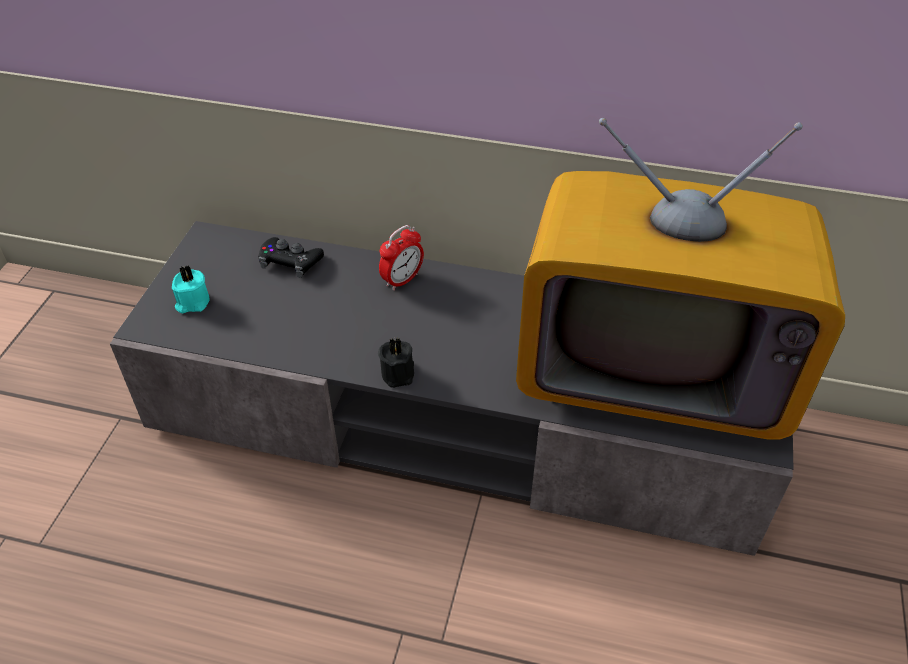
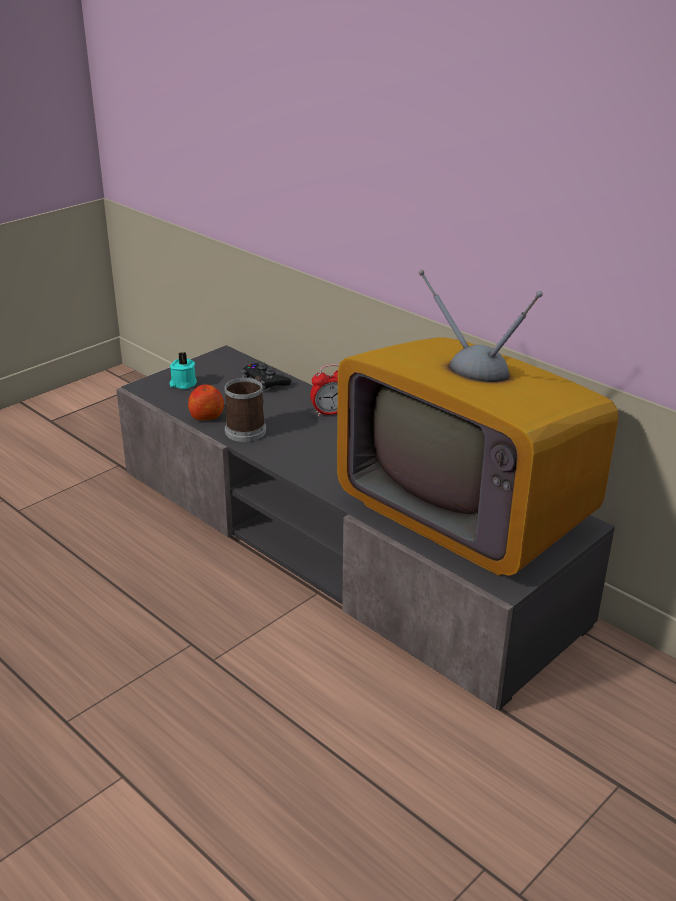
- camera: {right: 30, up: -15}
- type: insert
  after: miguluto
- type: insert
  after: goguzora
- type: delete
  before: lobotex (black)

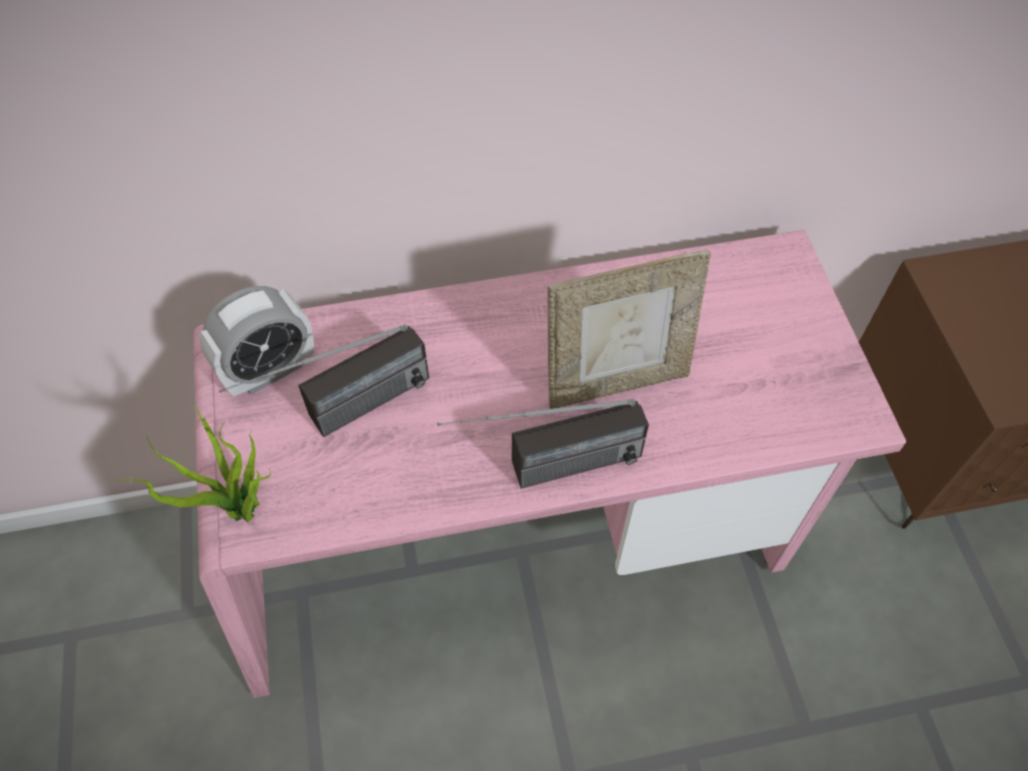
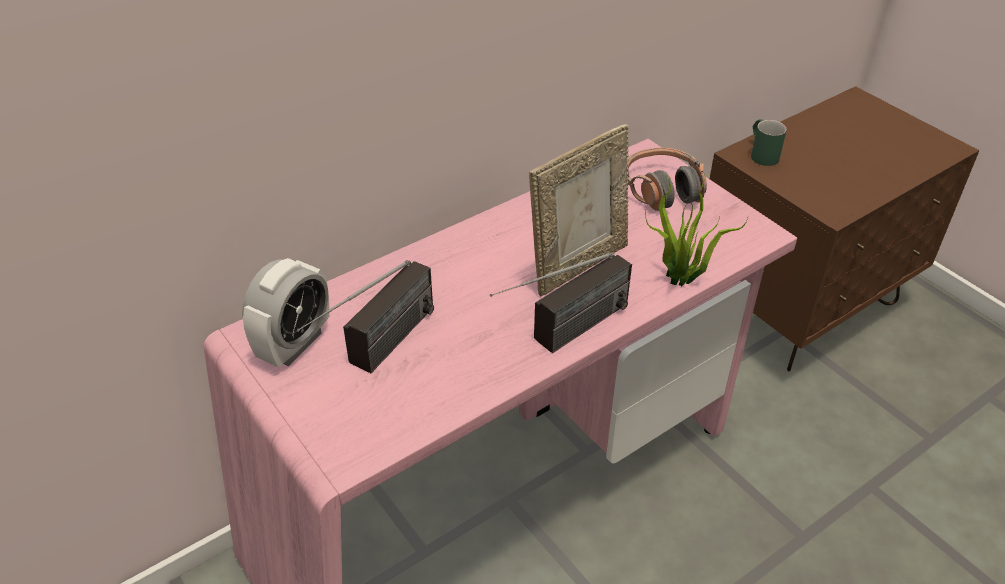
- camera: {right: -25, up: -15}
- type: insert
  after: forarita
- type: move
  before: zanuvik
- type: insert
  after: goguzora (green)

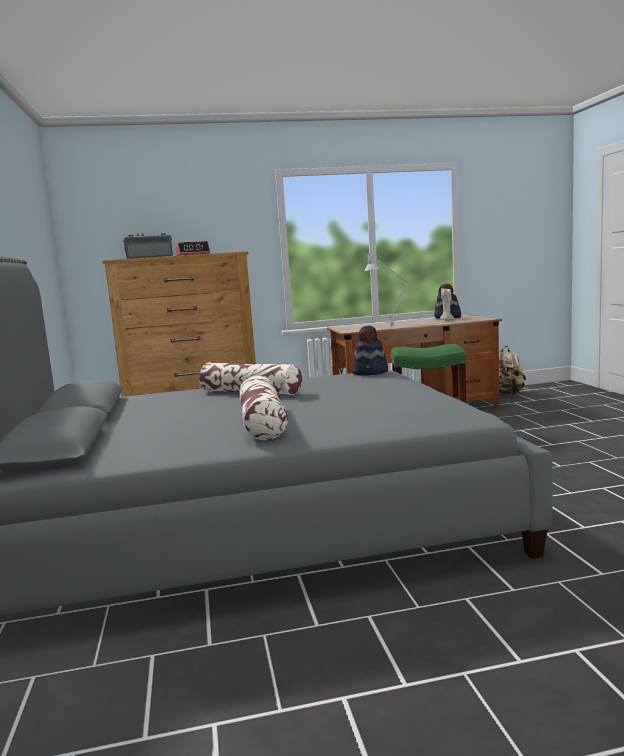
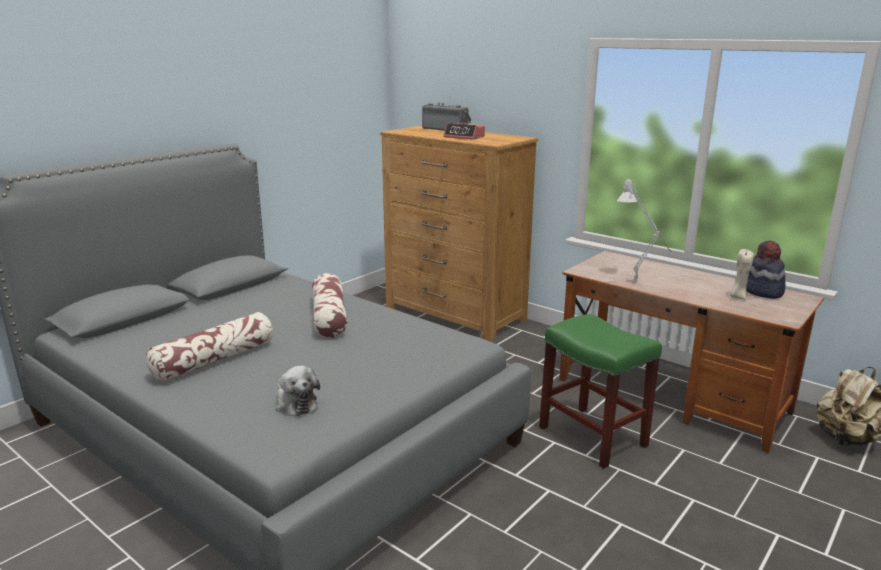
- camera: {right: 50, up: 10}
- type: insert
  after: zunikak
- type: delete
  before: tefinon (1st from left)

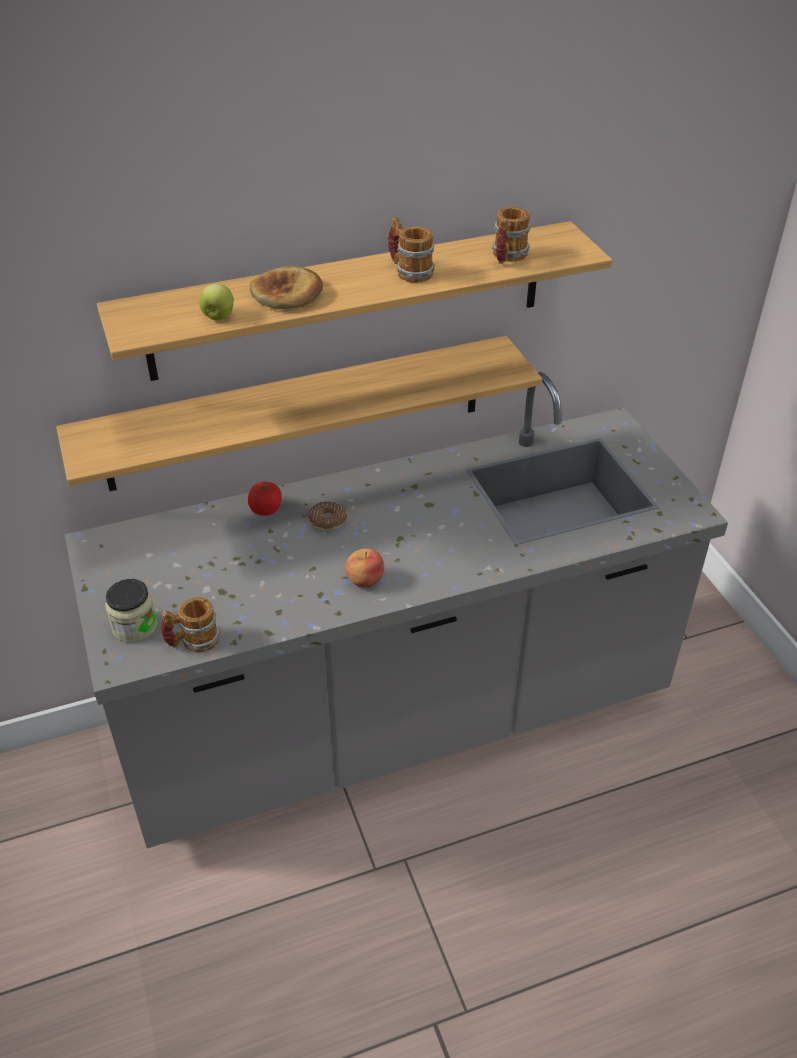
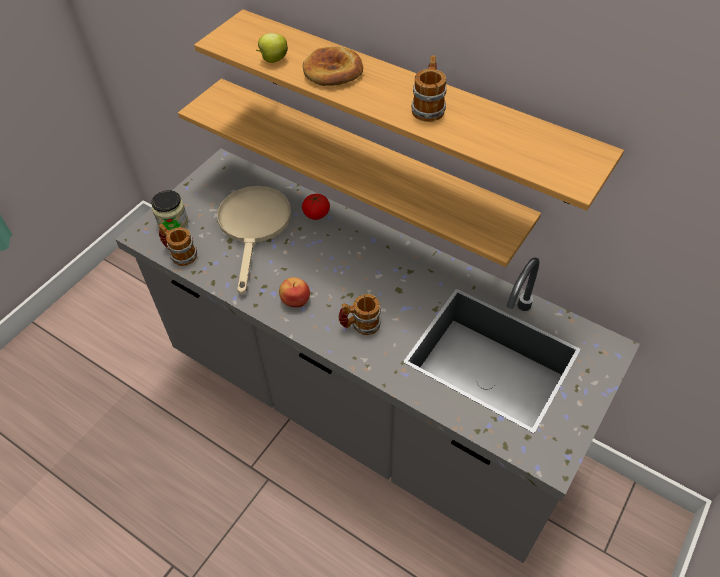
- camera: {right: 55, up: 10}
- type: insert
  after: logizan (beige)
- type: move
  before: goguzora (3rd from left in the first image)
  after: goguzora (2nd from left)
- type: delete
  before: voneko

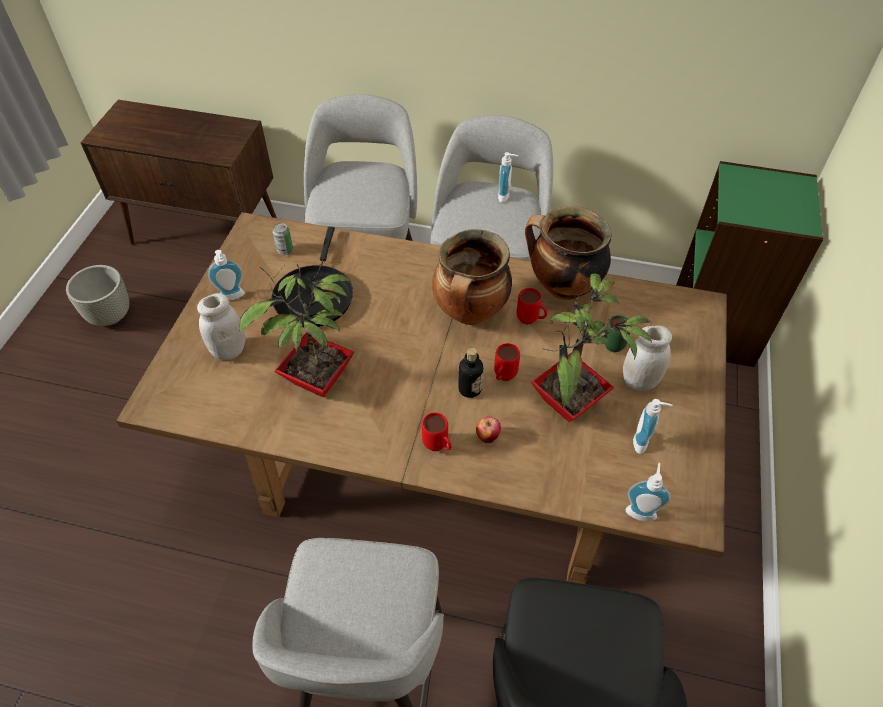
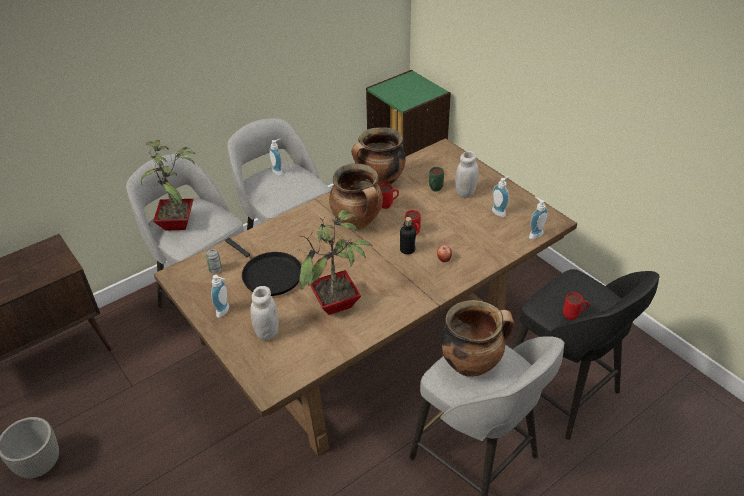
- camera: {right: -50, up: -10}
- type: move
  before: zanuvik (2nd from left in the first image)
  after: zanuvik (1st from left)
- type: insert
  after: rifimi (3rd from left)
- type: move
  before: goguzora (red) (1st from left in the first image)
  after: goguzora (red) (3rd from left)

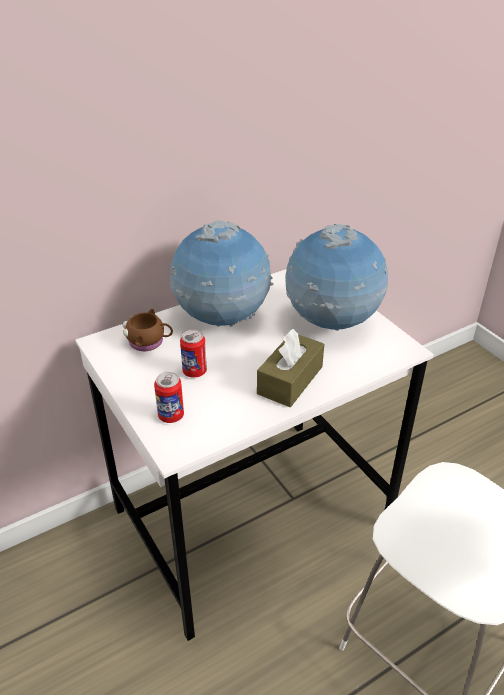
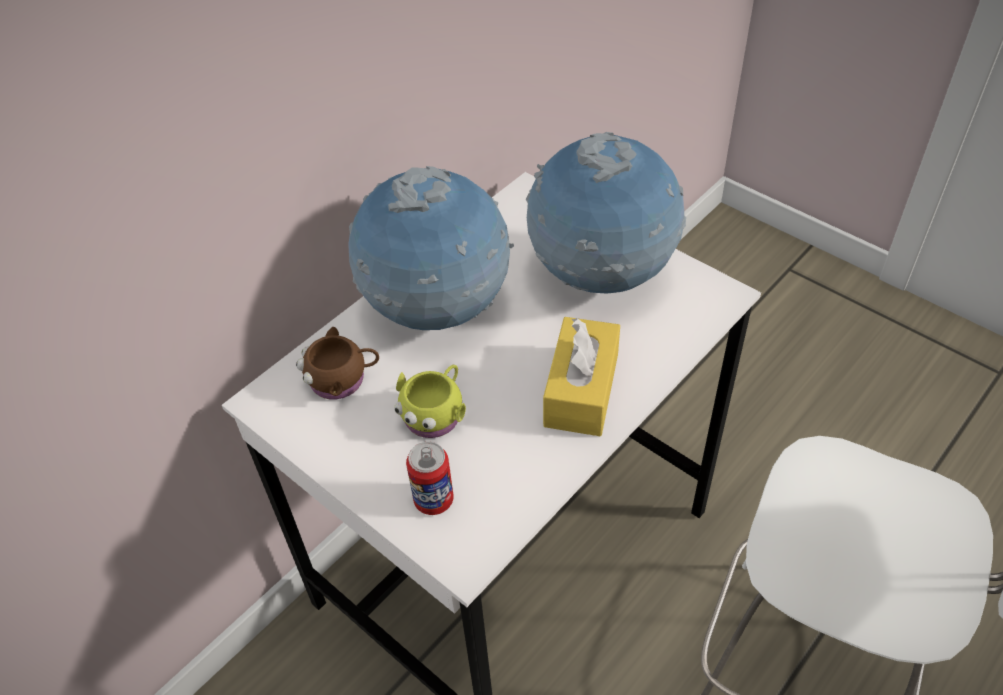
- camera: {right: -15, up: 10}
- type: replace
  before: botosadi (2nd from left)
  after: goguzora (yellow)
- type: recolor
  before: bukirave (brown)
  after: bukirave (yellow)

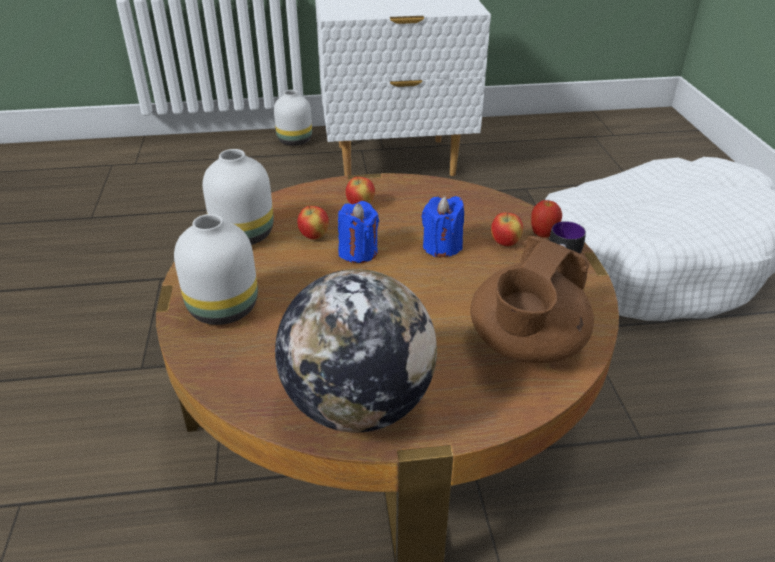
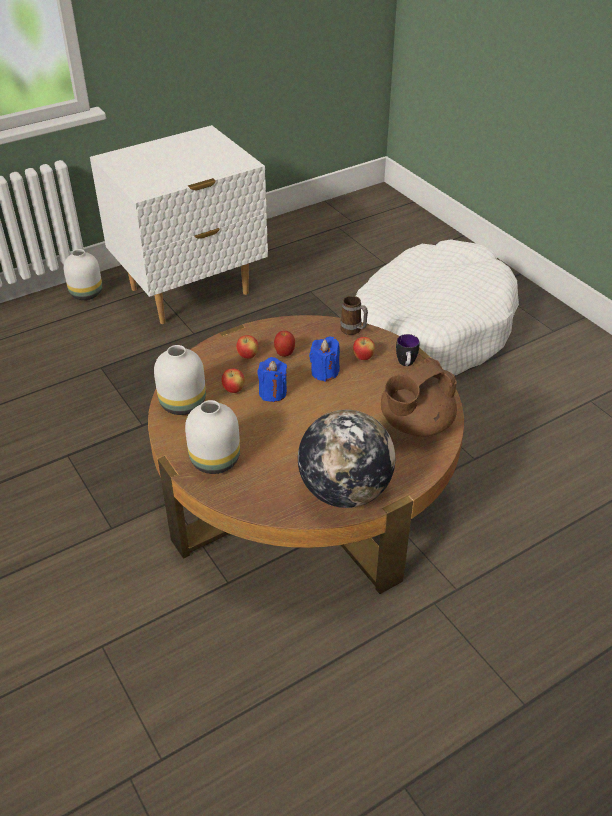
- camera: {right: -25, up: 5}
- type: move
  before: miguluto (4th from left in the first image)
  after: miguluto (3rd from left)
- type: insert
  after: goguzora (1st from left)
- type: rotate
  before: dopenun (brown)
  turn: 45

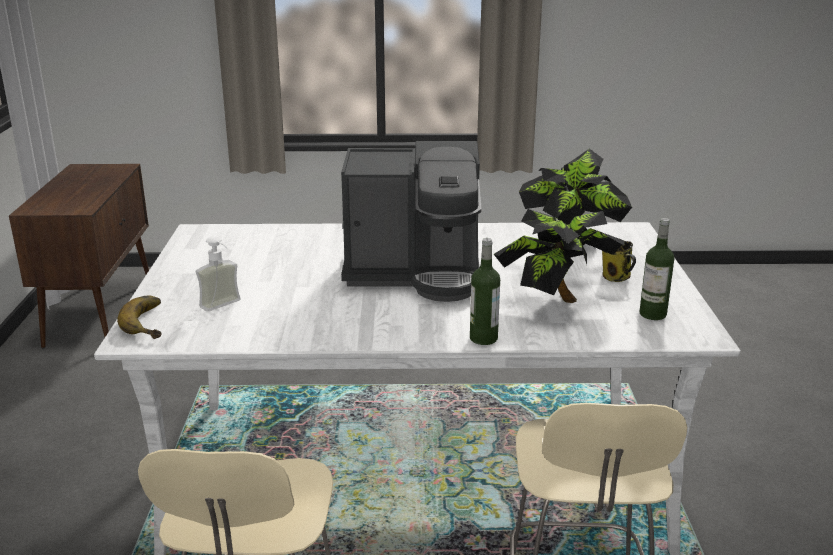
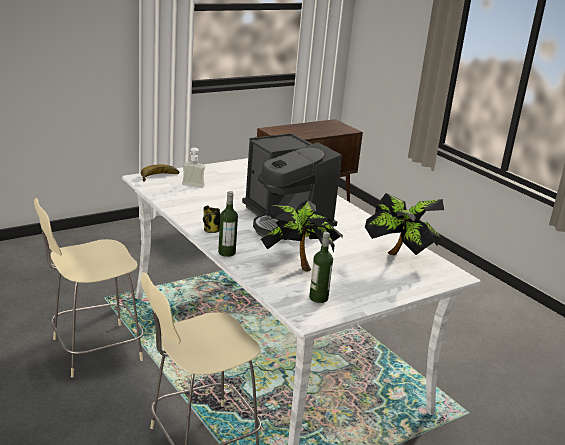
- camera: {right: 55, up: 0}
- type: move
  before: goguzora

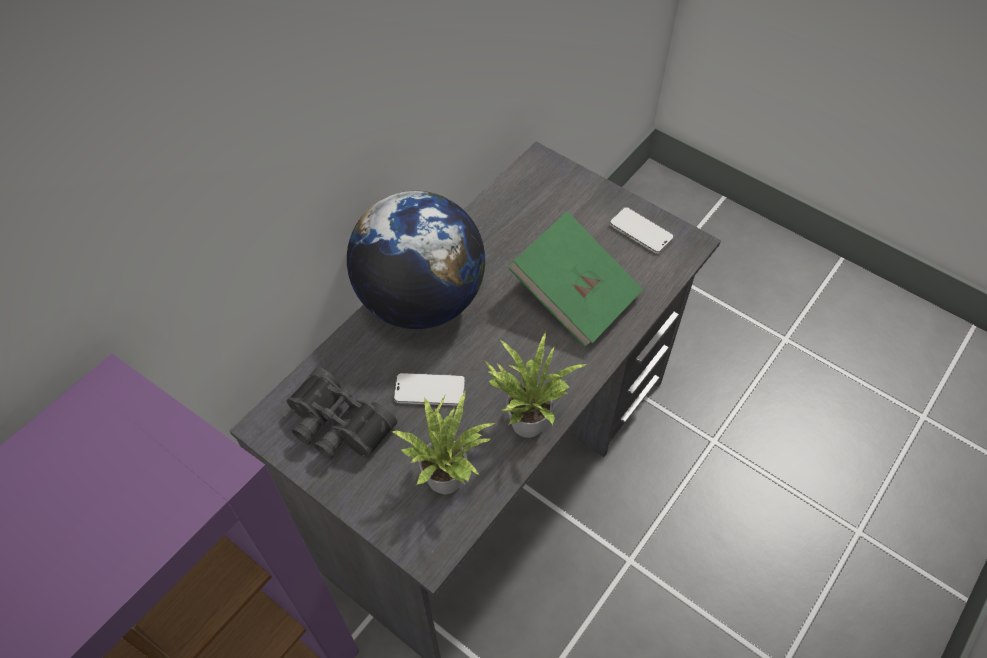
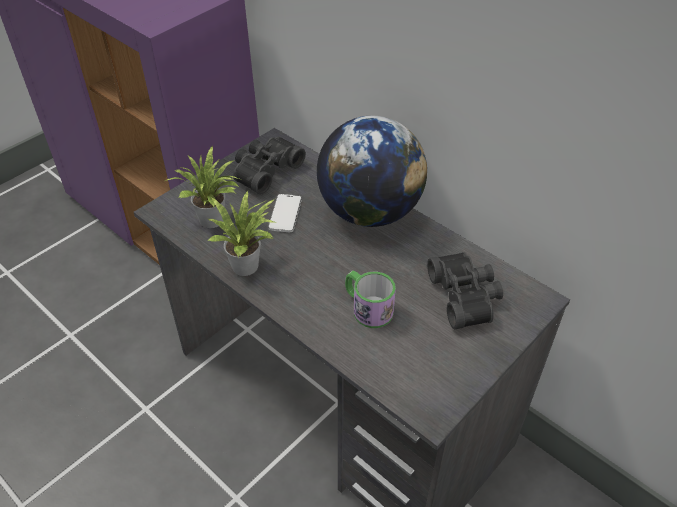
- camera: {right: 95, up: -10}
- type: replace
  before: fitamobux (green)
  after: goguzora
- type: insert
  after: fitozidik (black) (2nd from left)
- type: delete
  before: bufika (2nd from left)

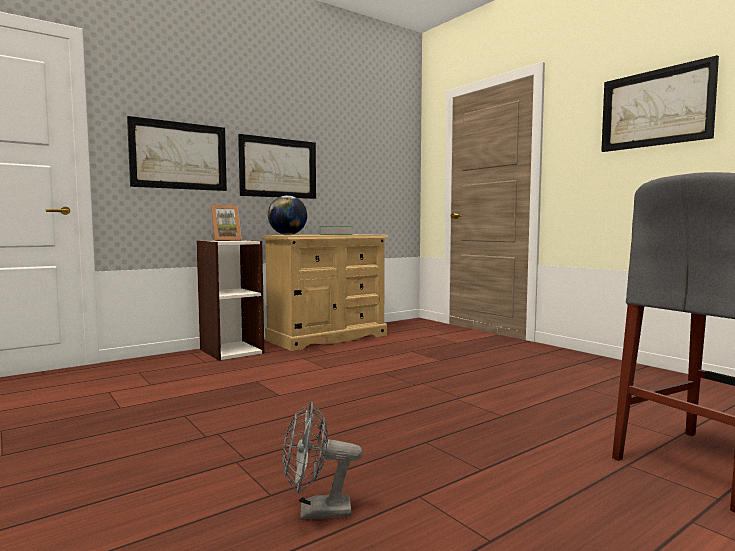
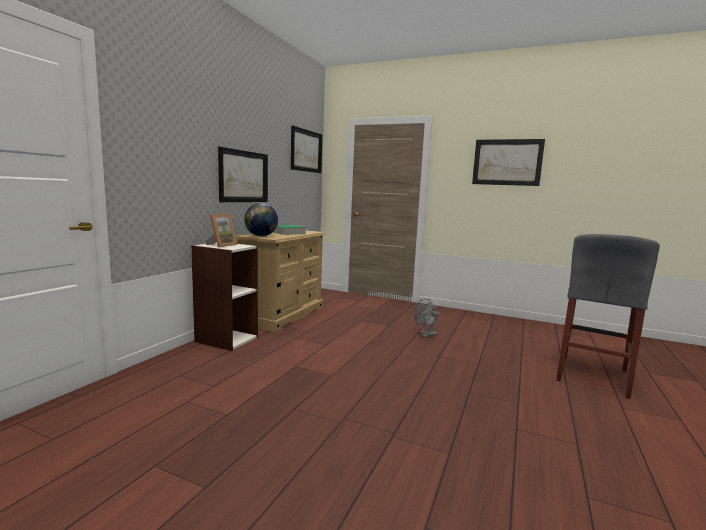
- camera: {right: -30, up: 5}
- type: move
  before: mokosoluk (1st from left in the first image)
  after: mokosoluk (2nd from left)
- type: move
  before: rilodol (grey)

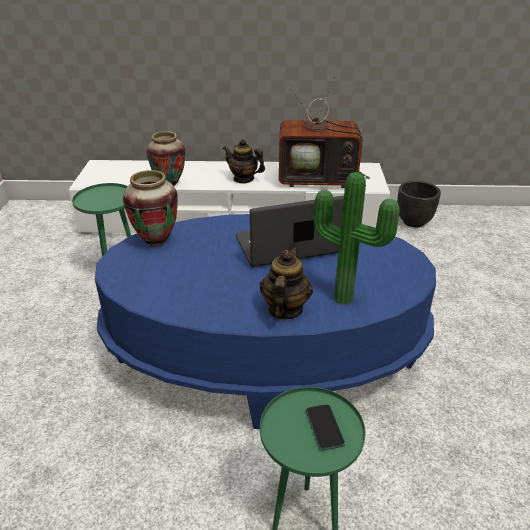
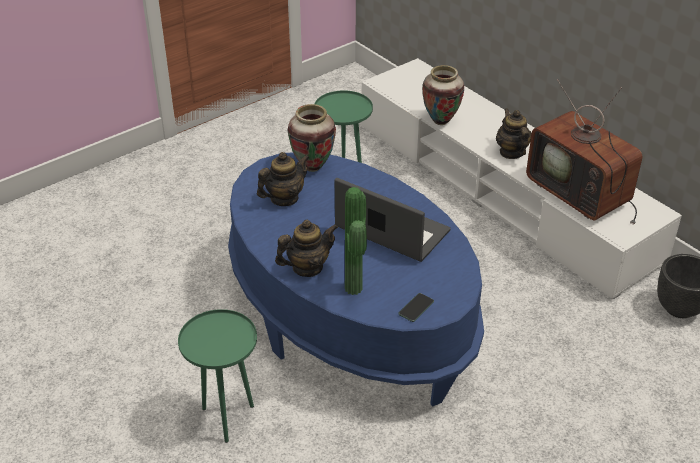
- camera: {right: 50, up: 5}
- type: insert
  after: dopenun (1st from left)
- type: move
  before: bufika

